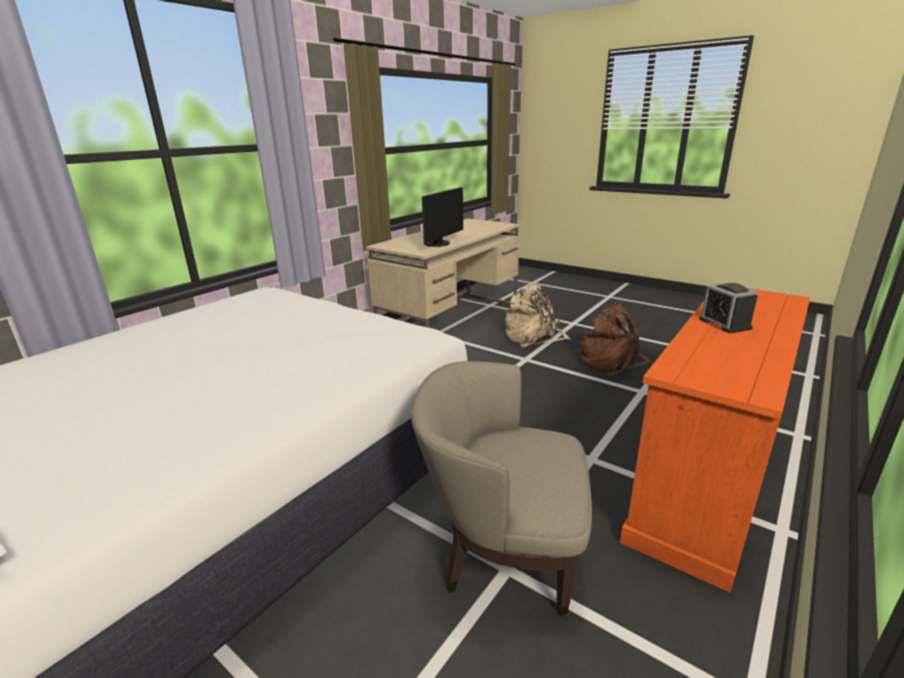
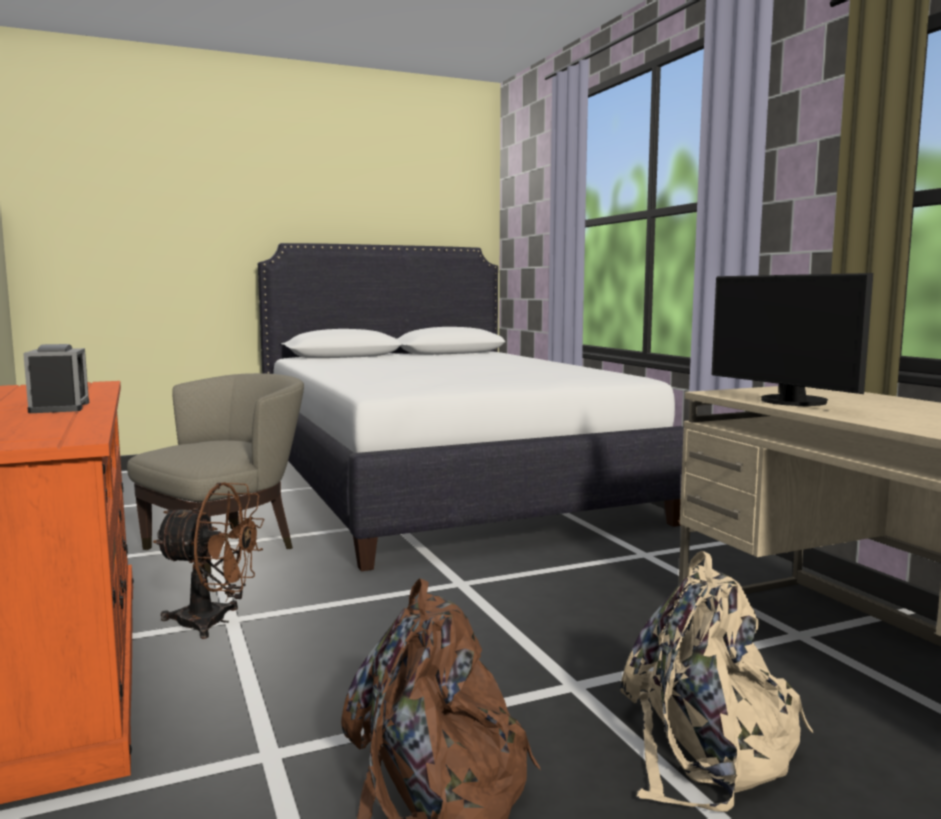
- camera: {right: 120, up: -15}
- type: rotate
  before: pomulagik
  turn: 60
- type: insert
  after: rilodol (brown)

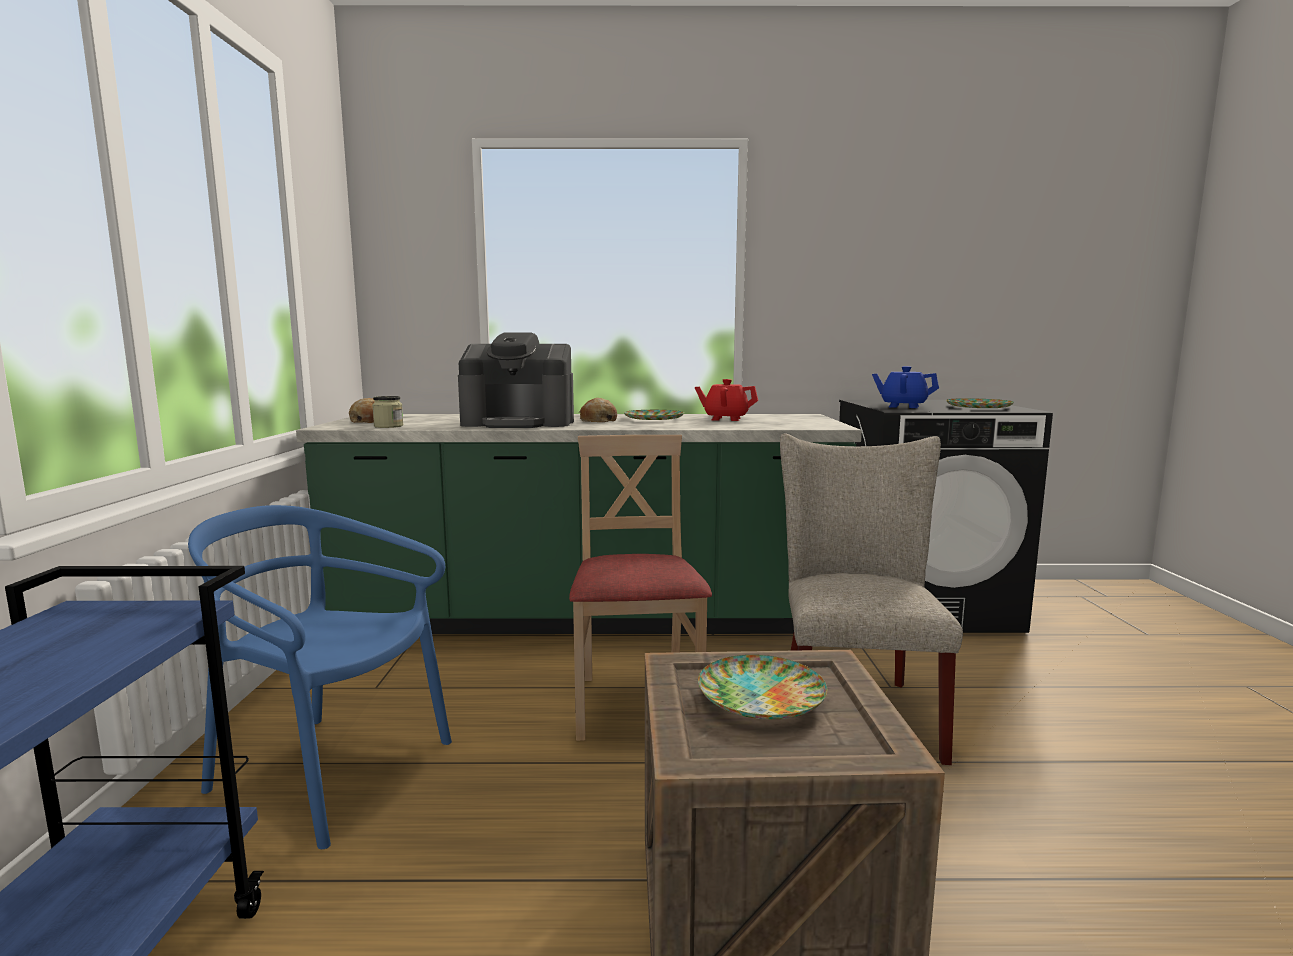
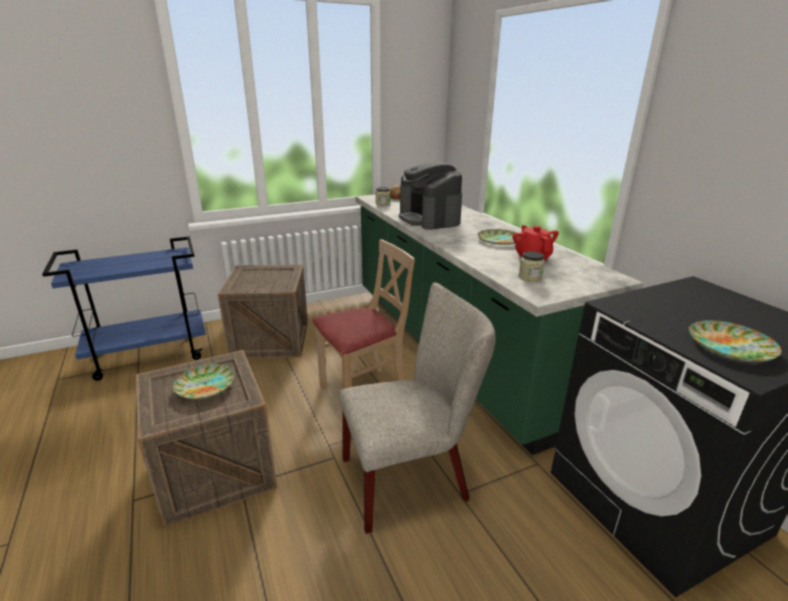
- camera: {right: 65, up: 15}
- type: replace
  before: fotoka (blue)
  after: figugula (2nd from left)
- type: insert
  after: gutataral (2nd from left)
- type: delete
  before: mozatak (2nd from left)
- type: delete
  before: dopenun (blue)

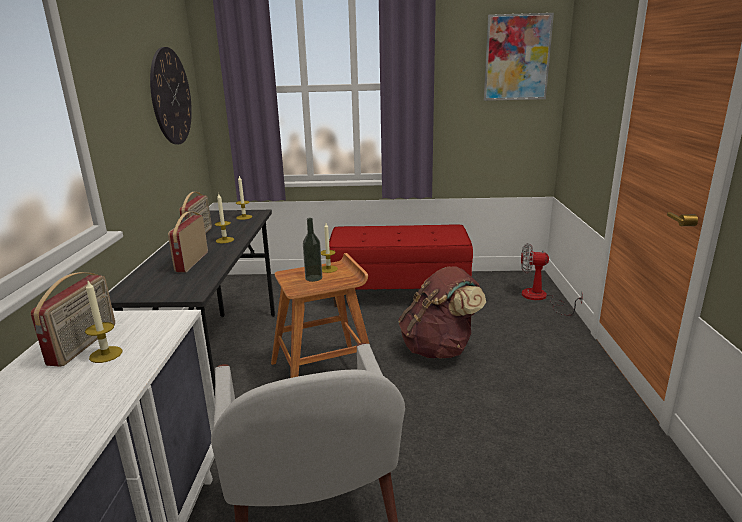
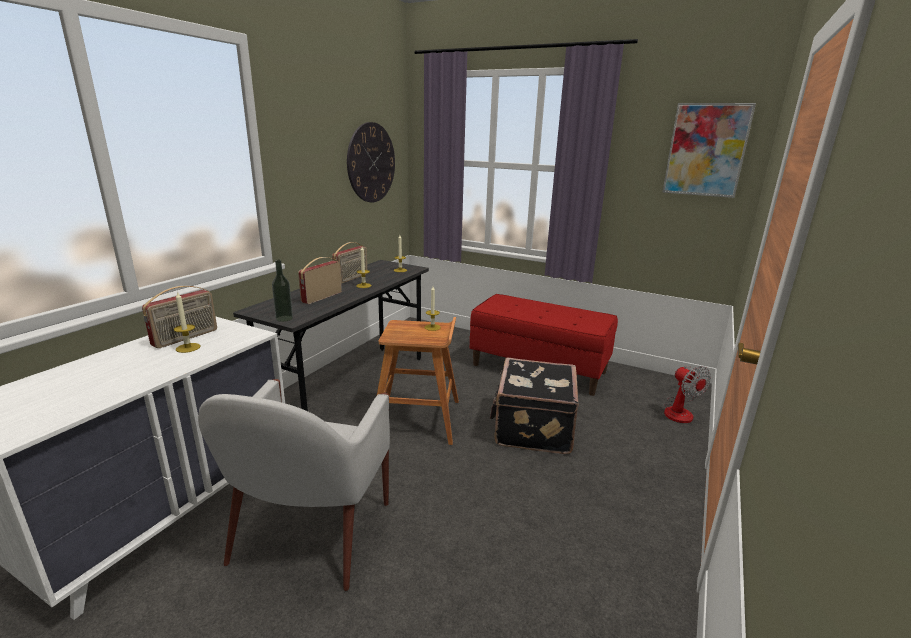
- camera: {right: 25, up: 0}
- type: move
  before: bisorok
- type: replace
  before: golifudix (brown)
  after: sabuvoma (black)
- type: rotate
  before: rilodol
  turn: -150

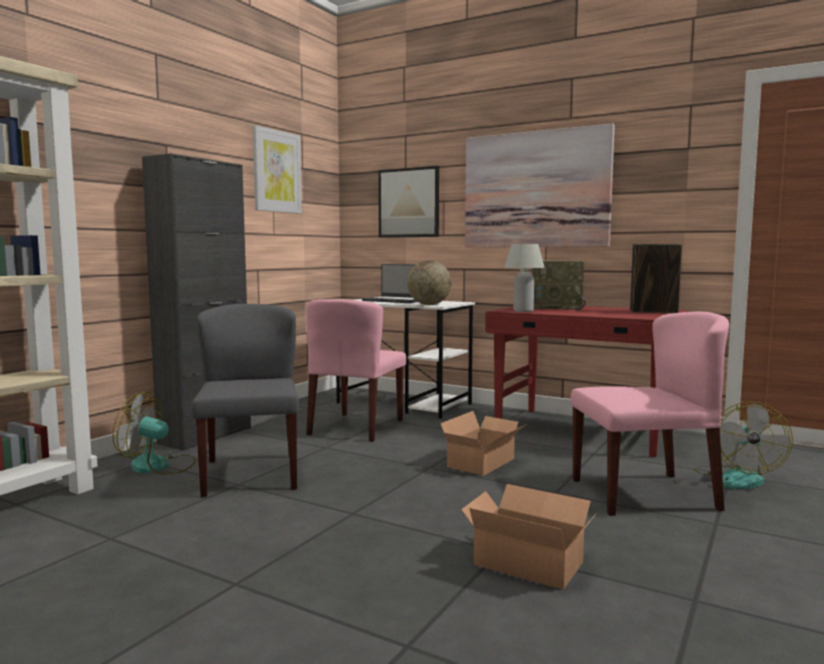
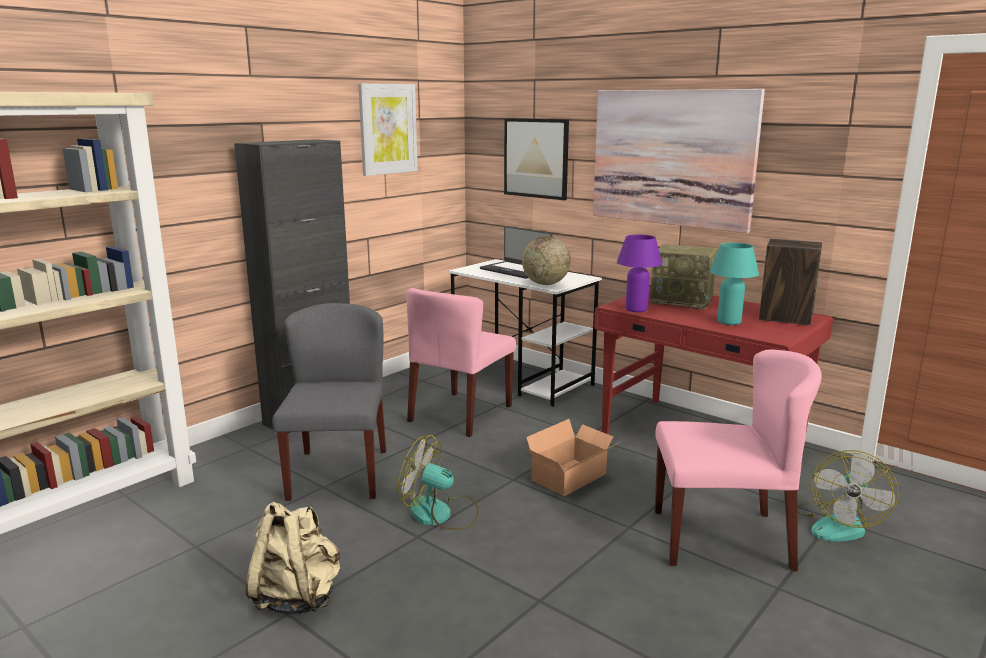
- camera: {right: 10, up: 10}
- type: insert
  after: golifudix (beige)
- type: move
  before: rilodol (1st from left)
- type: recolor
  before: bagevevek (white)
  after: bagevevek (purple)
- type: insert
  after: bagevevek (turquoise)
- type: delete
  before: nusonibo (2nd from left)

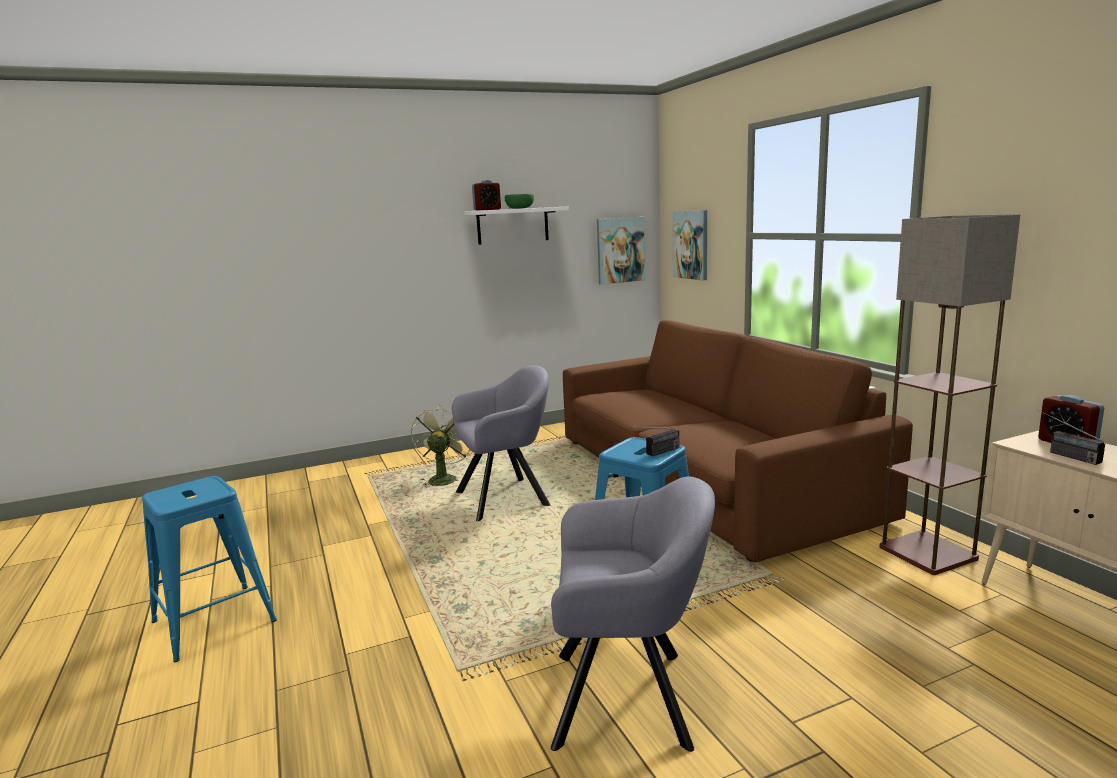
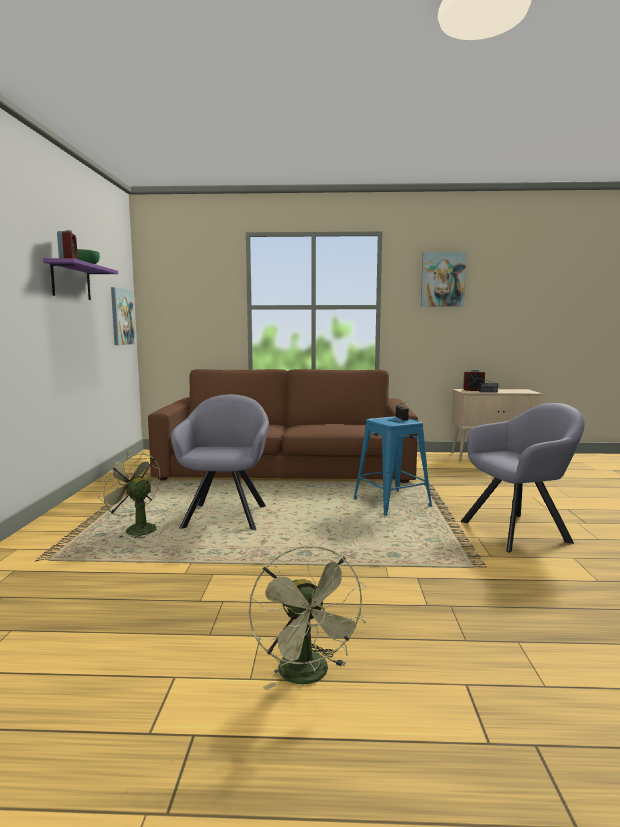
- camera: {right: -65, up: -5}
- type: recolor
  before: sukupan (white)
  after: sukupan (purple)
- type: replace
  before: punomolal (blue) (1st from left)
  after: rilodol (green) (2nd from left)
- type: move
  before: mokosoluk (2nd from left)
- type: rotate
  before: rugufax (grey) (2nd from left)
  turn: 45
- type: delete
  before: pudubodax

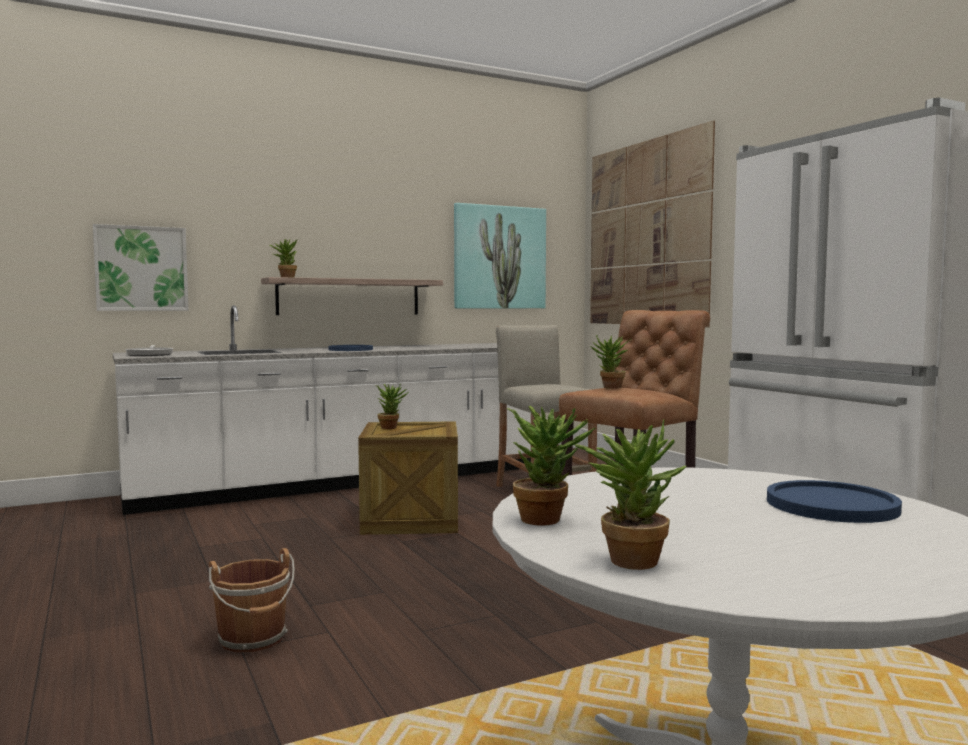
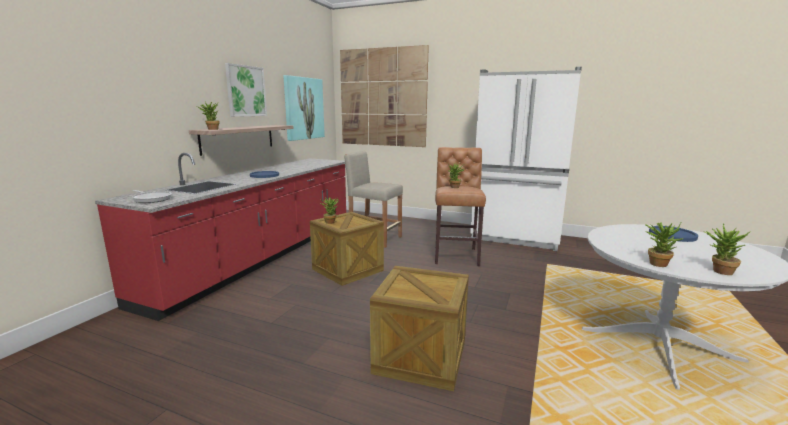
- camera: {right: -40, up: 10}
- type: recolor
  before: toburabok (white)
  after: toburabok (red)
- type: move
  before: mokosoluk (1st from left)
- type: replace
  before: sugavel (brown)
  after: figugula (2nd from left)

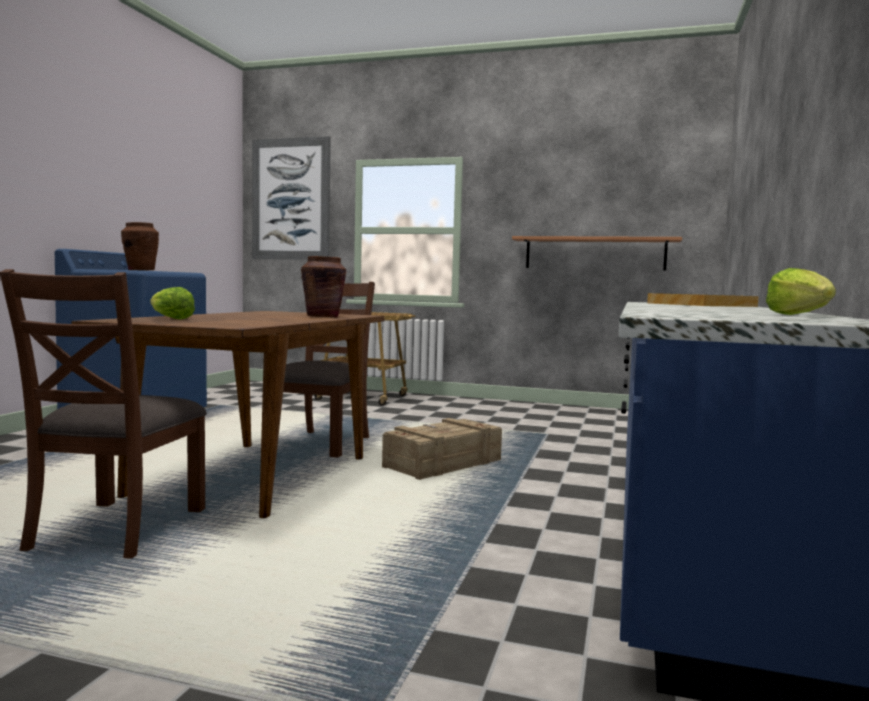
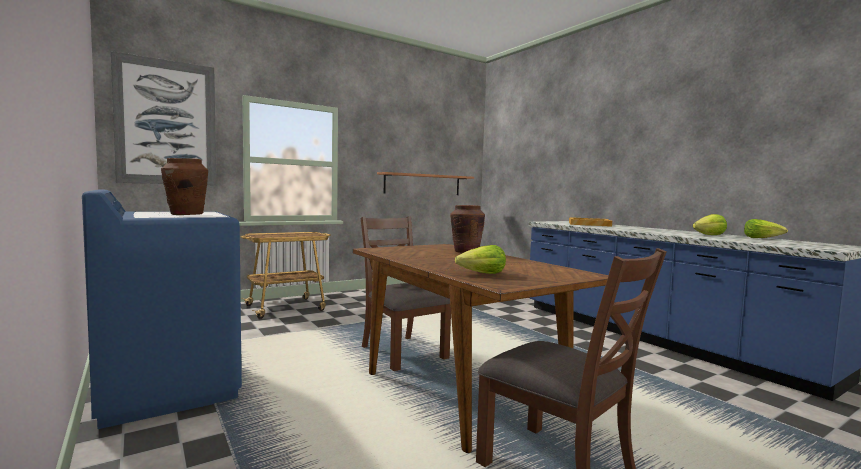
- camera: {right: -50, up: 0}
- type: insert
  after: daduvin (2nd from left)
- type: delete
  before: figugula

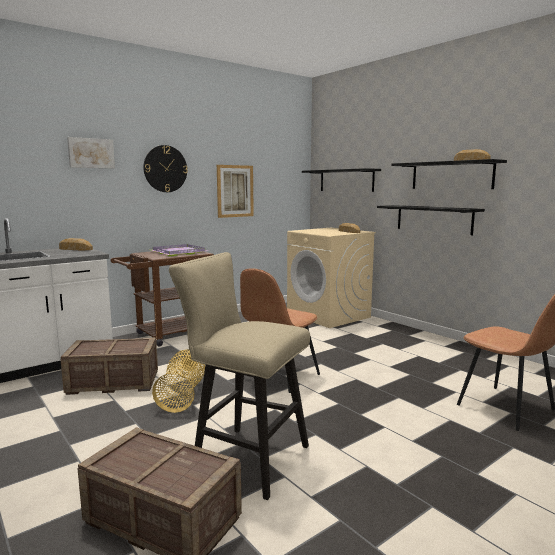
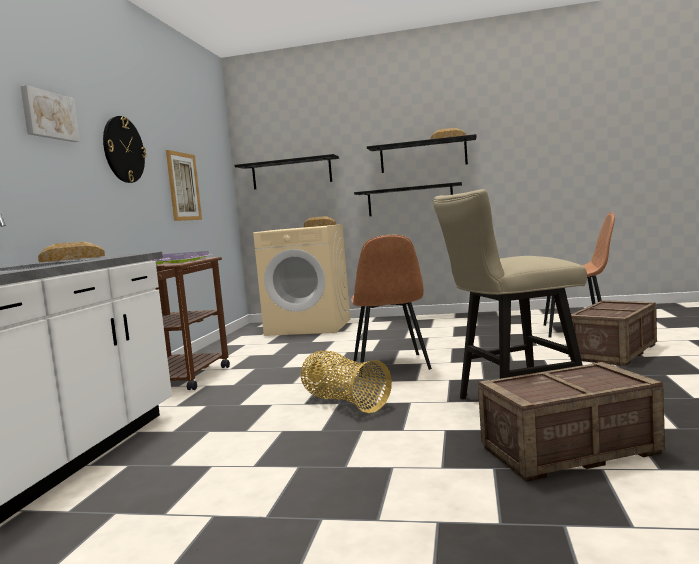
- camera: {right: -40, up: -5}
- type: move
  before: figugula (1st from left in the first image)
  after: figugula (2nd from left)

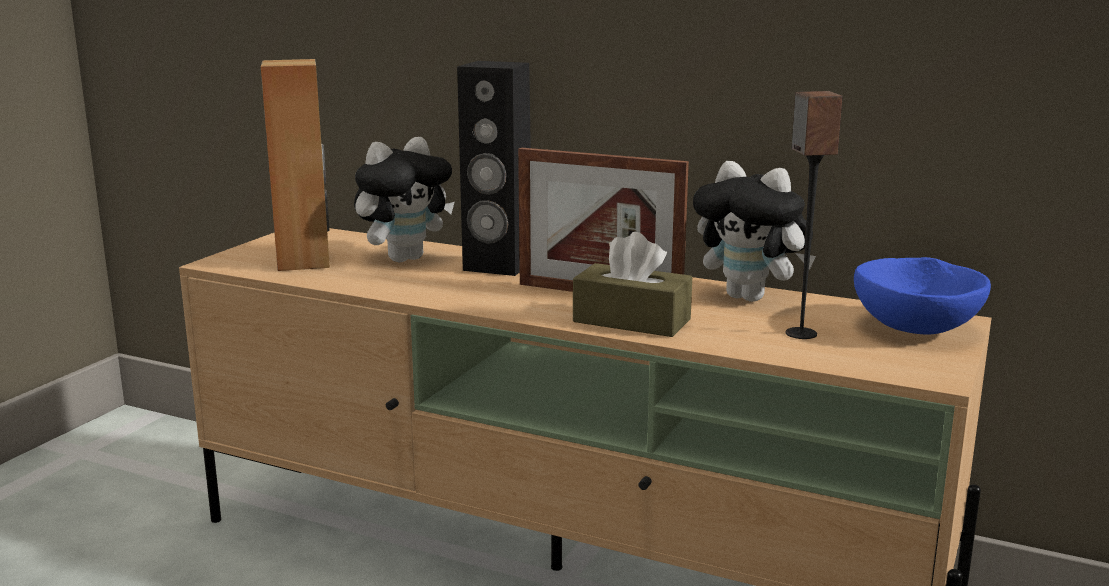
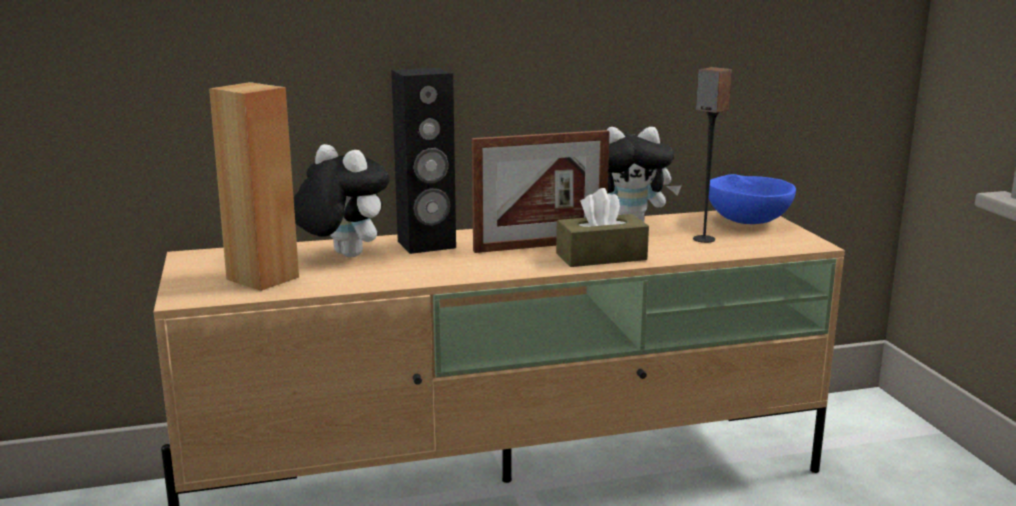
- camera: {right: -40, up: 0}
- type: rotate
  before: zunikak (1st from left)
  turn: -60

